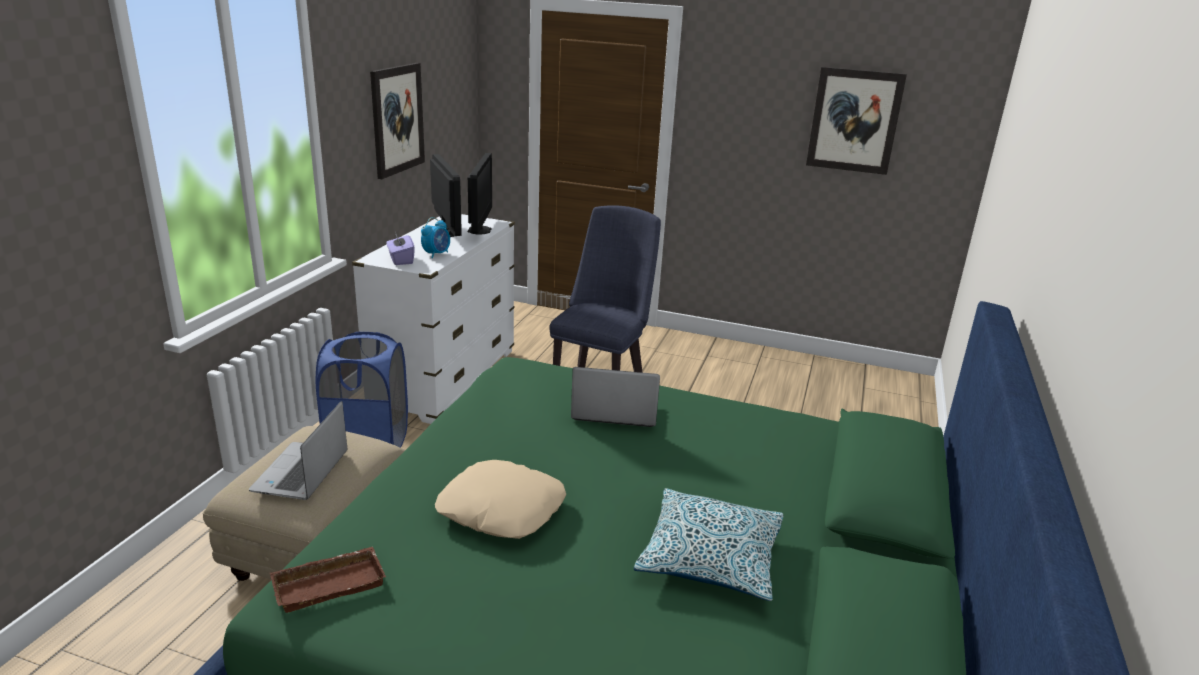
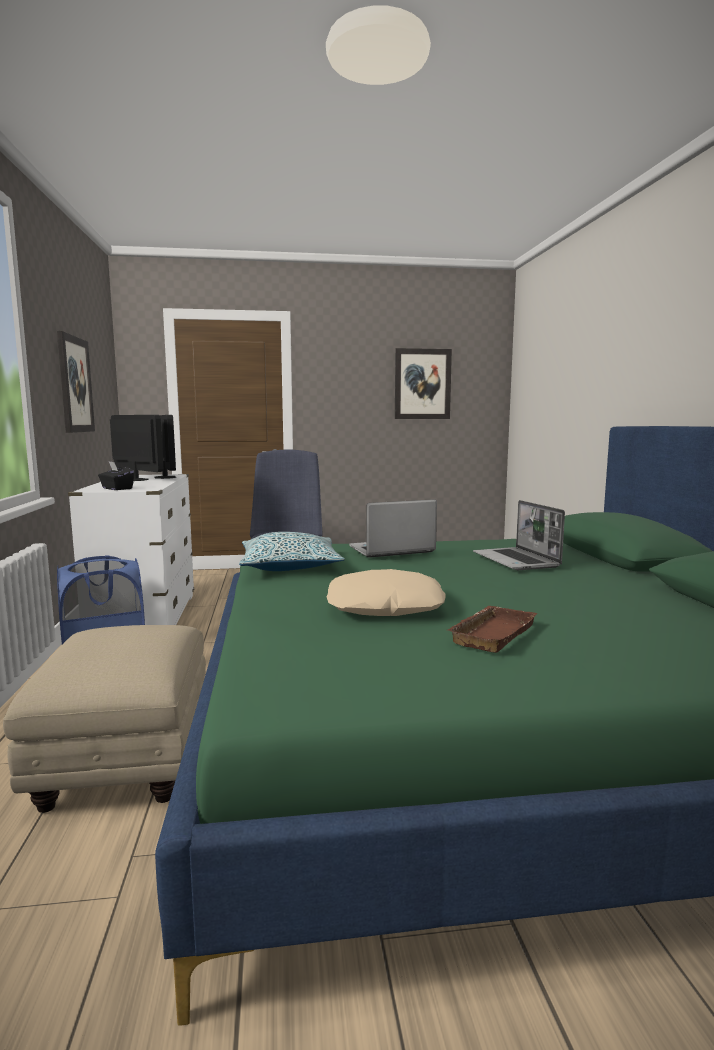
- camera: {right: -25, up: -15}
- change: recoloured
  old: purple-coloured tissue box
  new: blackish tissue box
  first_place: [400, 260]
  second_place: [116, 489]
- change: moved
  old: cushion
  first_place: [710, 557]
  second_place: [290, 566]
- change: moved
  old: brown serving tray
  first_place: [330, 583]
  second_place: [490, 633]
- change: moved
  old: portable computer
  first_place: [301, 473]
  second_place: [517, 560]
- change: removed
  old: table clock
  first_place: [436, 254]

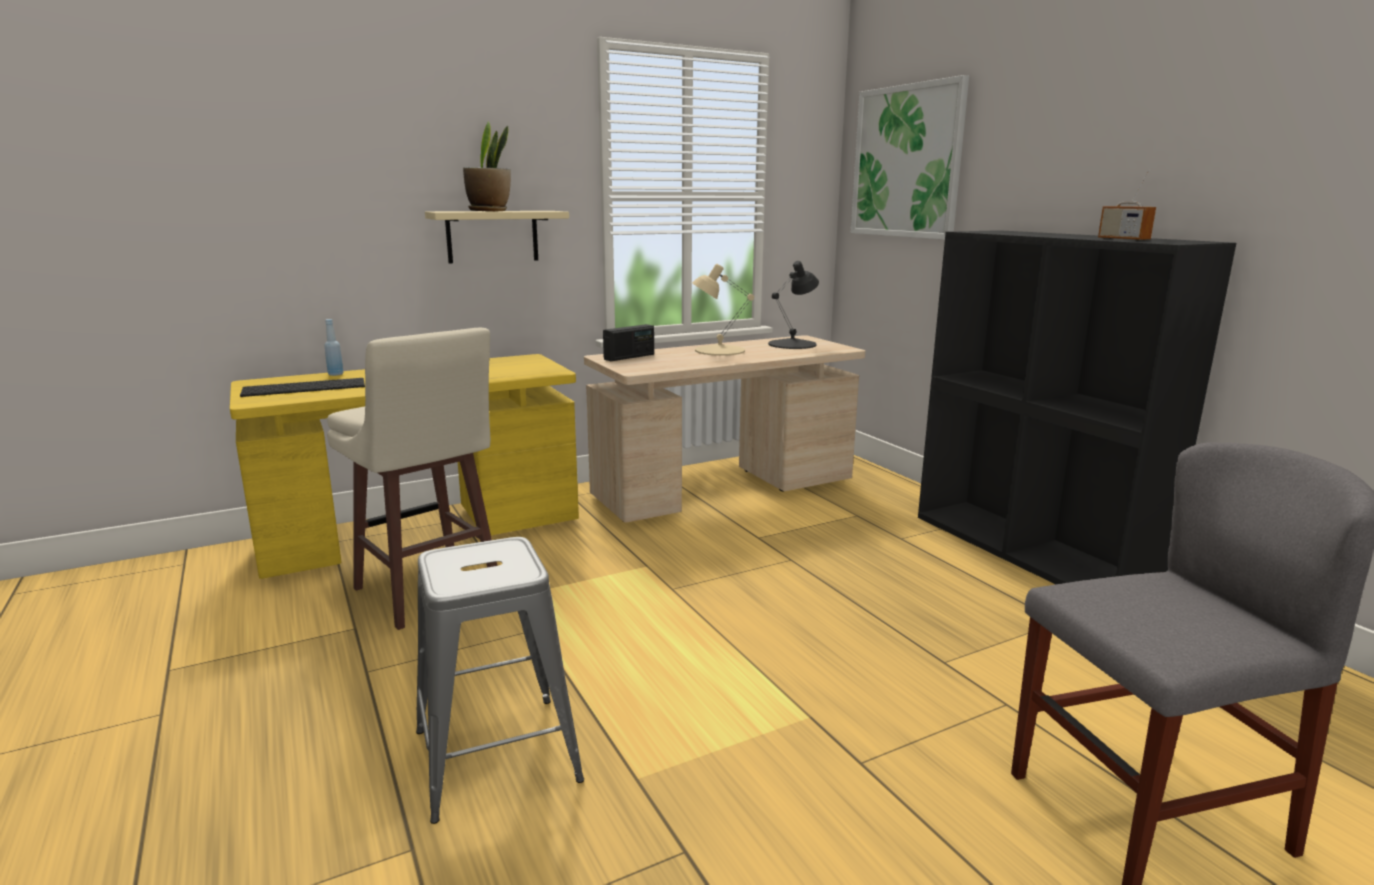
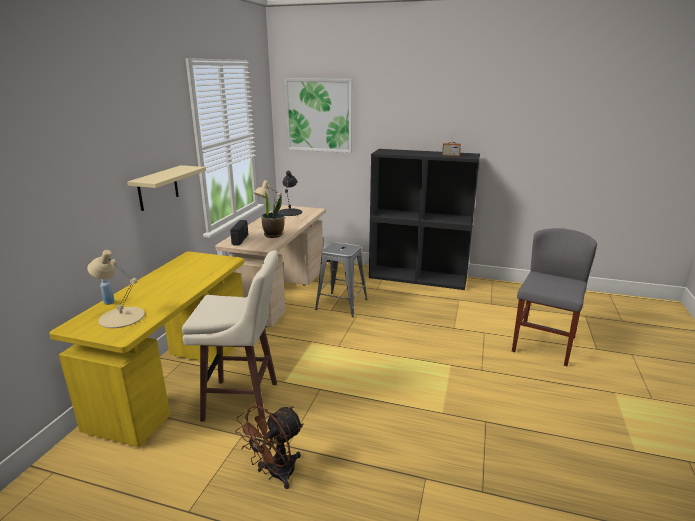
- camera: {right: -45, up: 5}
- change: replaced
  old: keyboard
  new: beige table lamp
  first_place: [306, 387]
  second_place: [121, 317]
- change: added
  new: brown electric fan
  second_place: [275, 474]
- change: moved
  old: potted plant
  first_place: [489, 211]
  second_place: [273, 235]
- change: moved
  old: gray stool
  first_place: [497, 754]
  second_place: [341, 304]

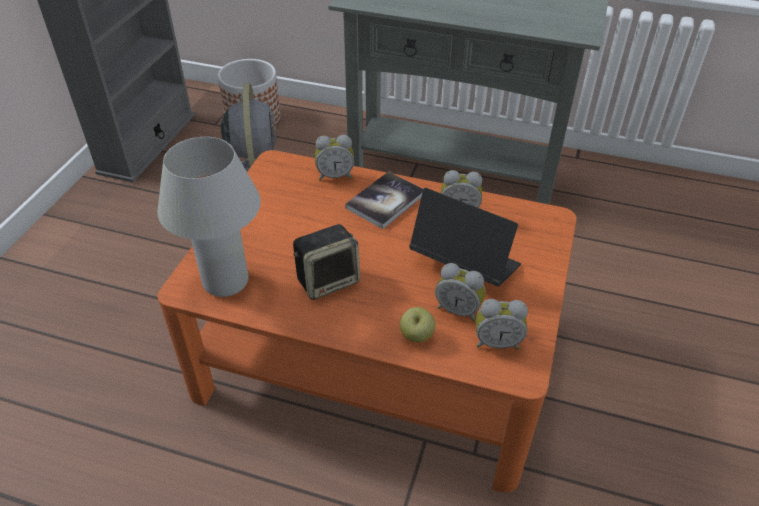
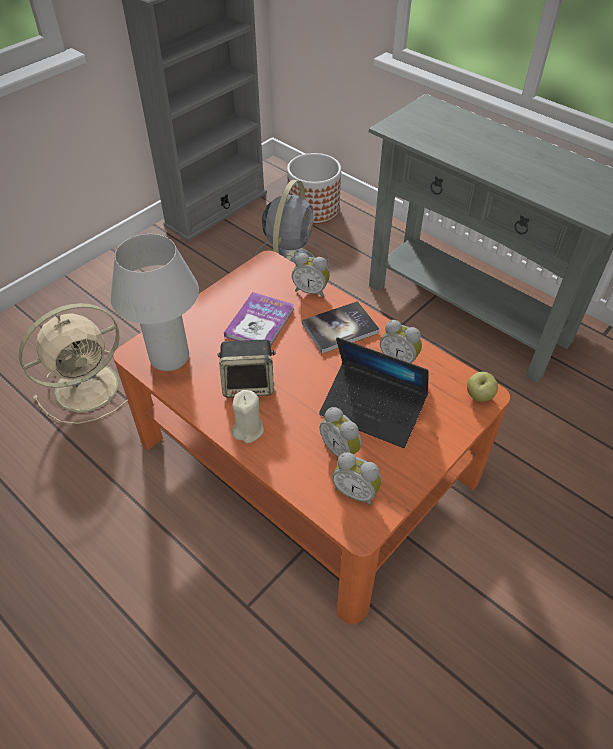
- camera: {right: 25, up: 5}
- change: added
  new: beige electric fan
  second_place: [89, 386]
- change: added
  new: bound book
  second_place: [260, 322]
- change: added
  new: beige wax candle
  second_place: [248, 429]
- change: turned
  old: portable computer
  first_place: [464, 264]
  second_place: [372, 410]
  degrees: 150
- change: moved
  old: apple fruit
  first_place: [416, 336]
  second_place: [479, 396]

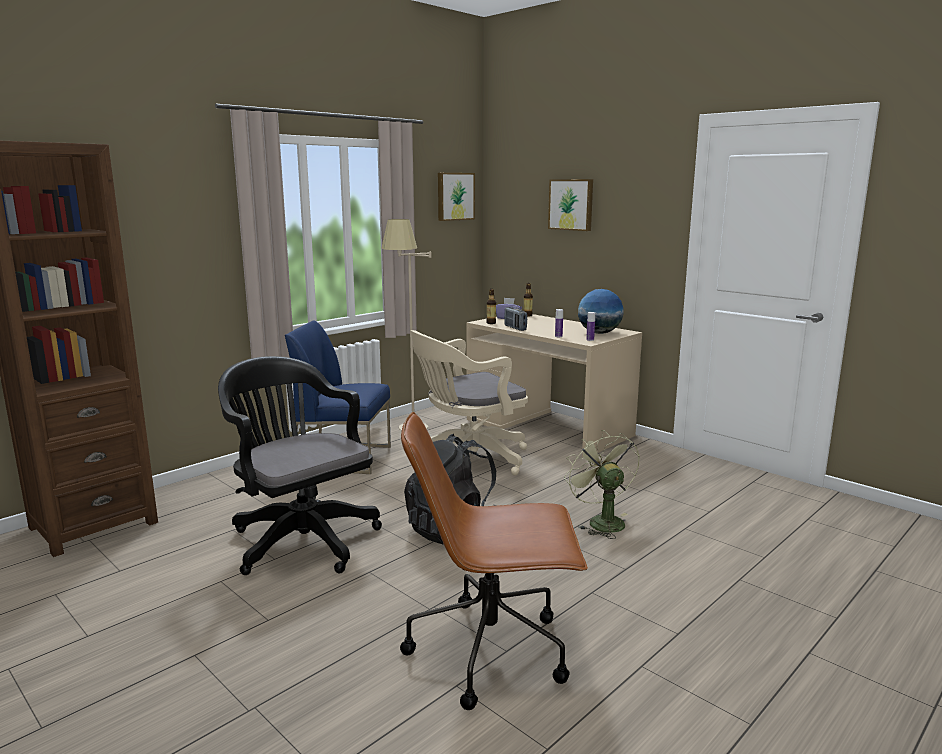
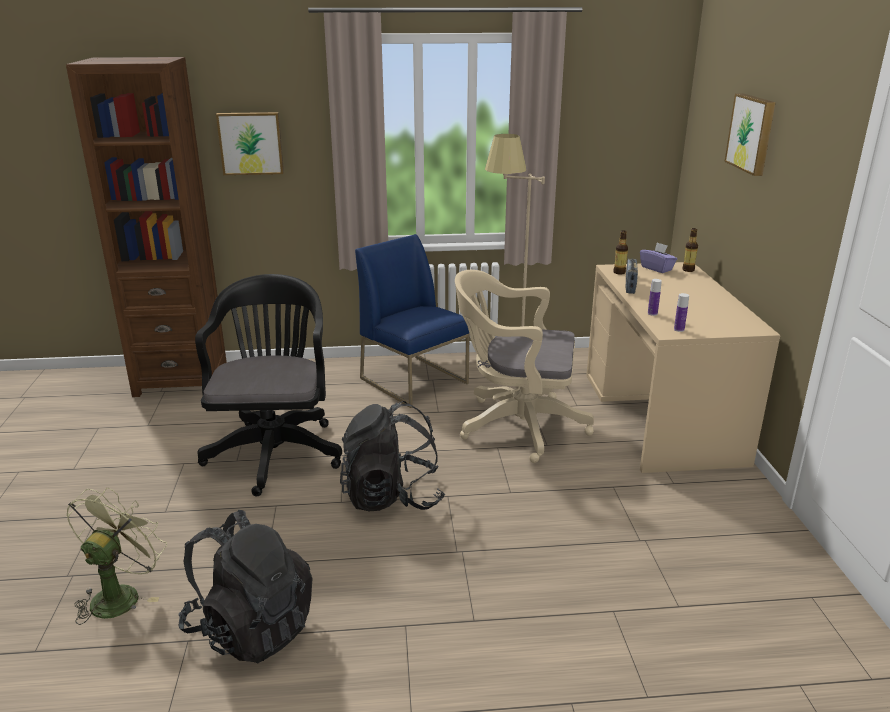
- camera: {right: 40, up: 10}
- change: moved
  old: green electric fan
  first_place: [601, 521]
  second_place: [120, 594]
- change: replaced
  old: brown desk chair
  new: blackish rucksack
  first_place: [492, 650]
  second_place: [251, 628]
- change: moved
  old: picture
  first_place: [454, 196]
  second_place: [251, 143]
- change: removed
  old: desk globe
  first_place: [599, 333]

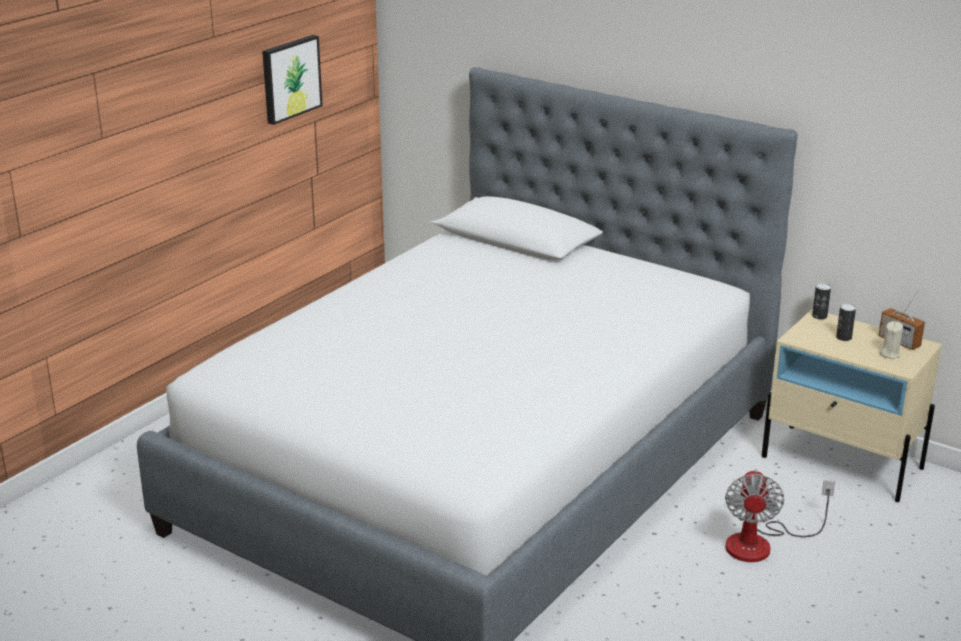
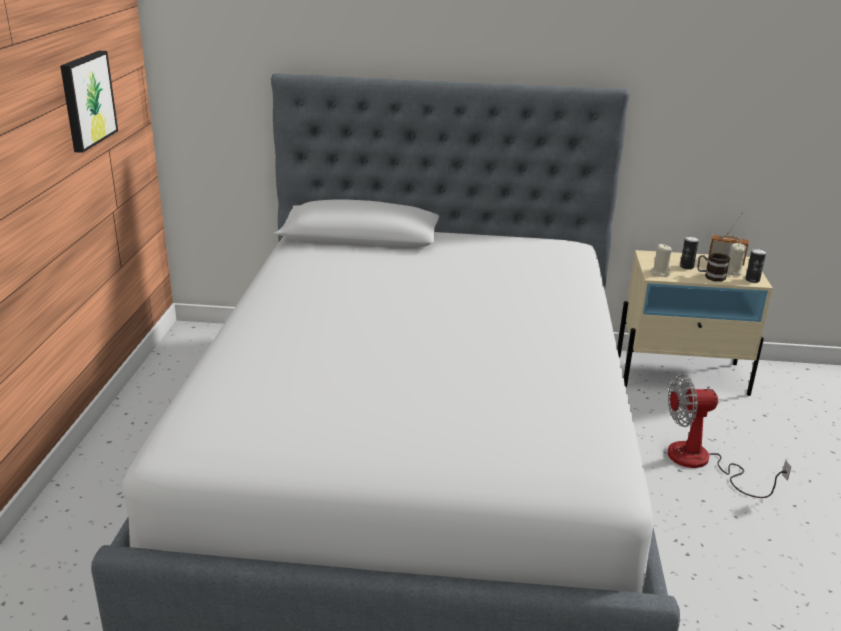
- camera: {right: -30, up: 0}
- change: added
  new: beige wax candle
  second_place: [659, 273]
- change: turned
  old: electric fan
  first_place: [761, 543]
  second_place: [702, 463]
  degrees: 105
- change: added
  new: mug
  second_place: [710, 276]
- change: moved
  old: can
  first_place: [819, 316]
  second_place: [752, 280]

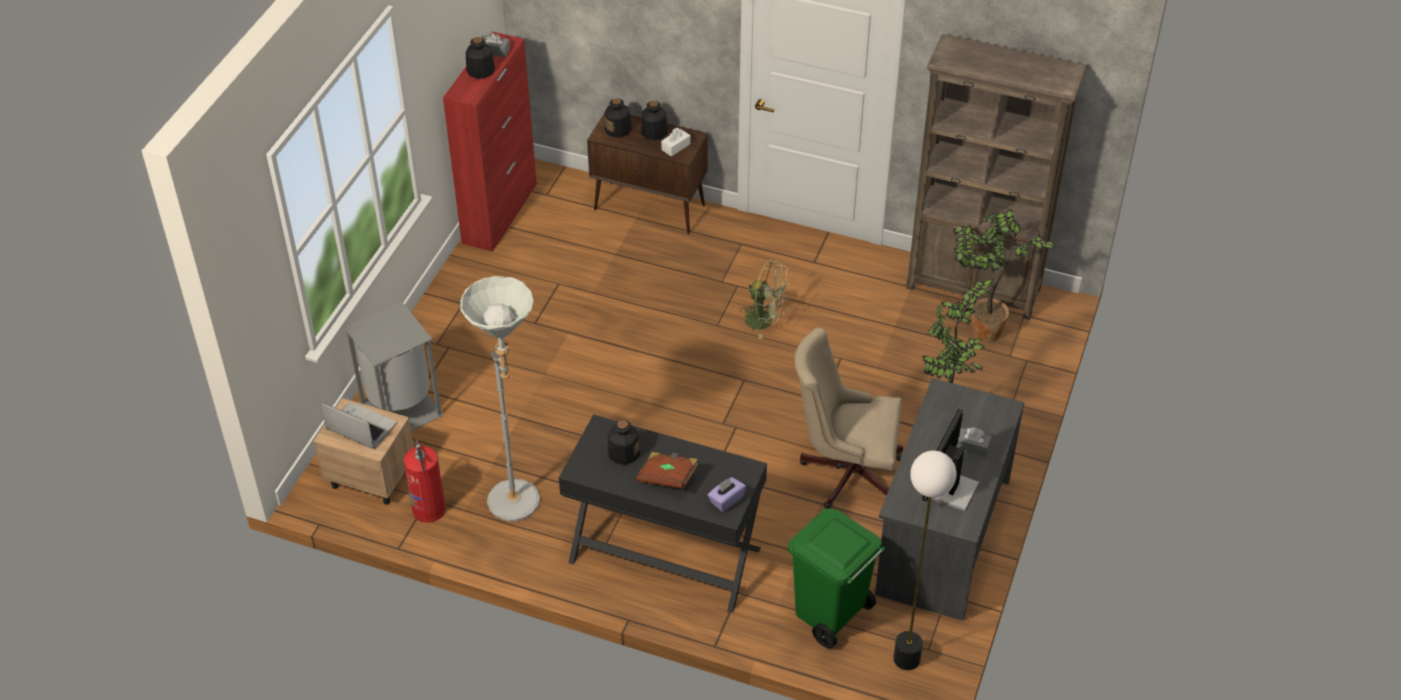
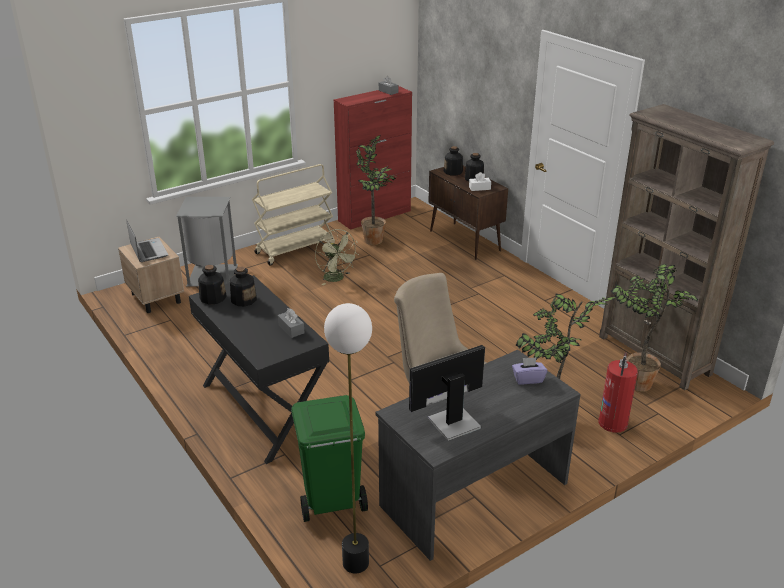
- camera: {right: 35, up: -15}
- change: moved
  old: drink bottle
  first_place: [480, 71]
  second_place: [212, 298]
- change: added
  new: beige trolley
  second_place: [295, 249]
- change: moved
  old: gray tissue box
  first_place: [972, 447]
  second_place: [291, 329]
- change: moved
  old: green electric fan
  first_place: [765, 321]
  second_place: [337, 279]
- change: added
  new: potted plant
  second_place: [374, 242]
- change: moved
  old: purple-coloured tissue box
  first_place: [726, 500]
  second_place: [528, 379]
- change: moved
  old: fire-fighting cylinder
  first_place: [429, 508]
  second_place: [613, 422]
- change: removed
  old: gray standing lamp
  first_place: [518, 509]
- change: removed
  old: brown bound book
  first_place: [668, 477]

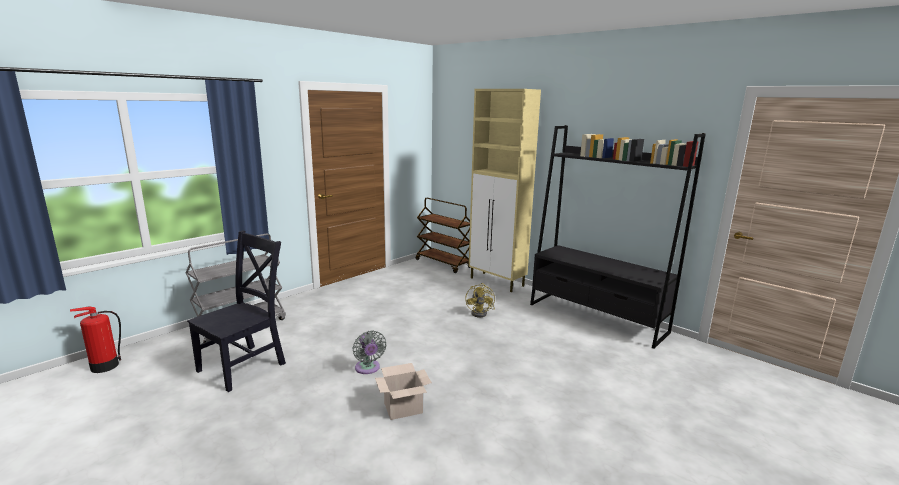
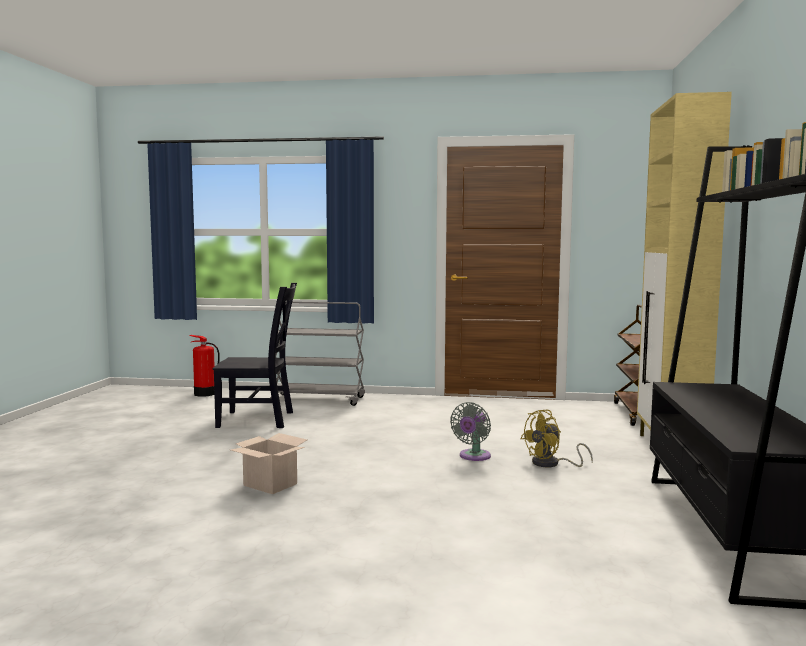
- camera: {right: 55, up: -10}
- change: moved
  old: gray electric fan
  first_place: [368, 369]
  second_place: [473, 457]

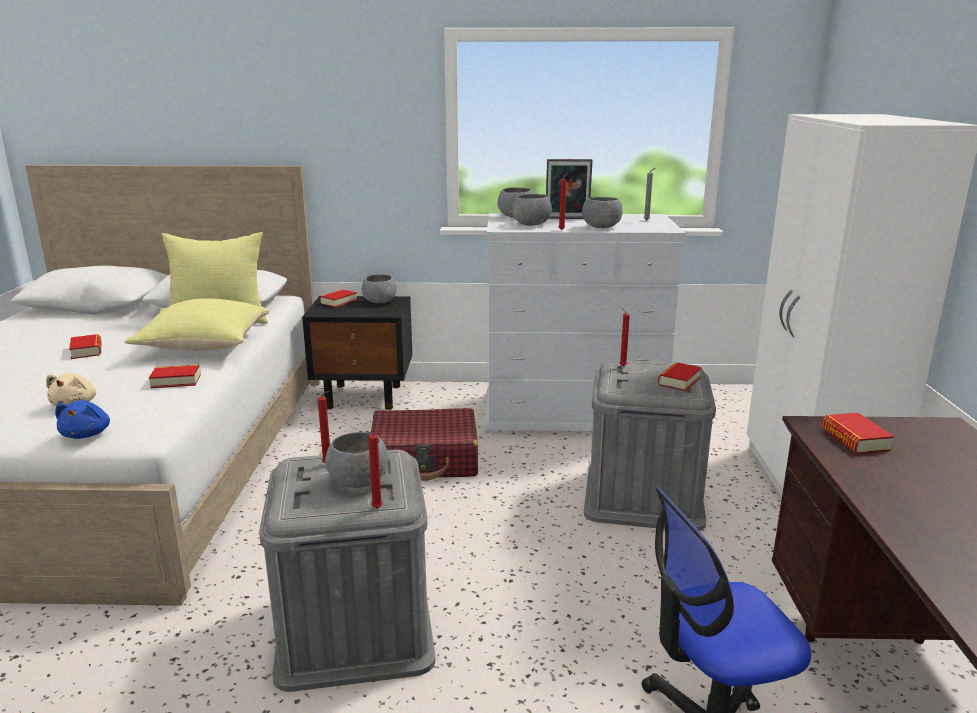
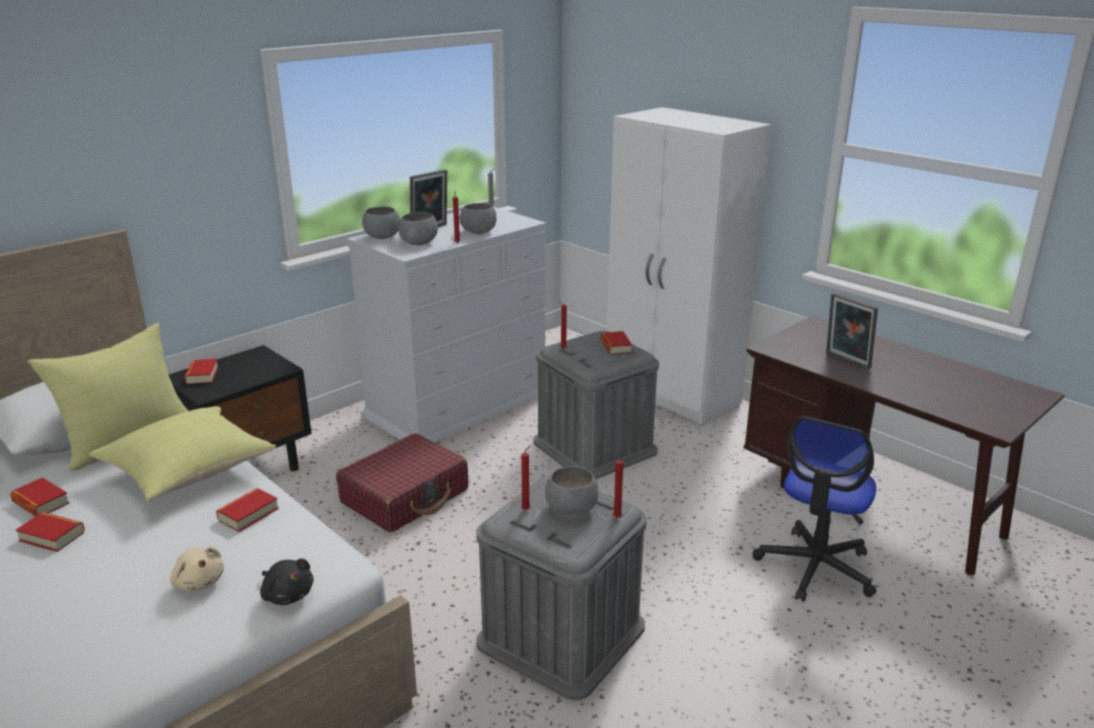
- camera: {right: -45, up: 5}
- change: moved
  old: bound book
  first_place: [855, 439]
  second_place: [41, 503]
- change: recoloured
  old: bluish cuddly toy
  new: blackish cuddly toy
  first_place: [87, 434]
  second_place: [287, 595]
- change: added
  new: picture frame
  second_place: [846, 361]
- change: removed
  old: gray bowl
  first_place: [379, 302]

